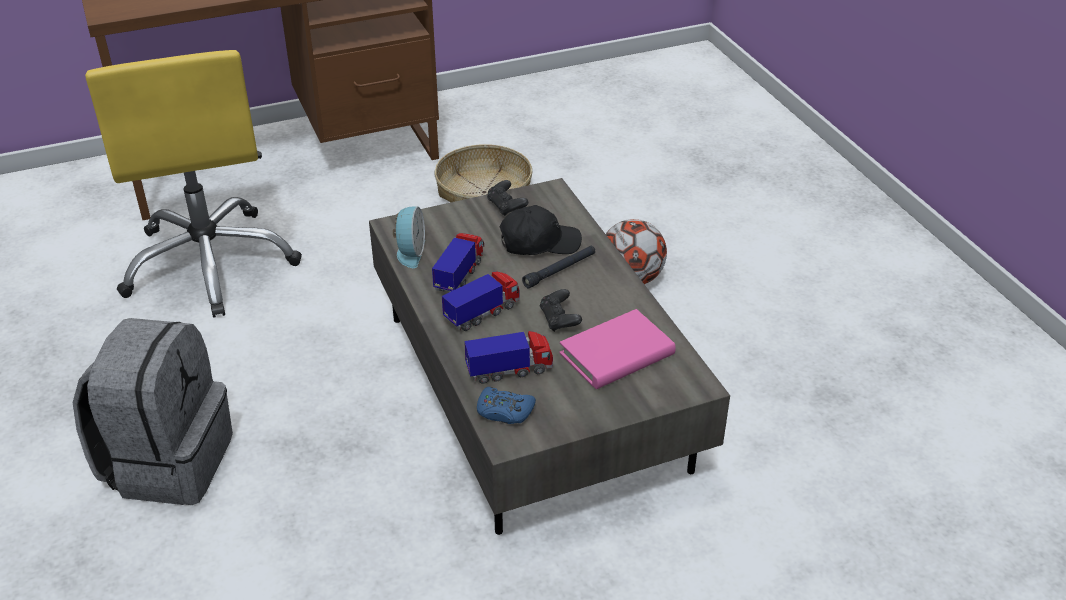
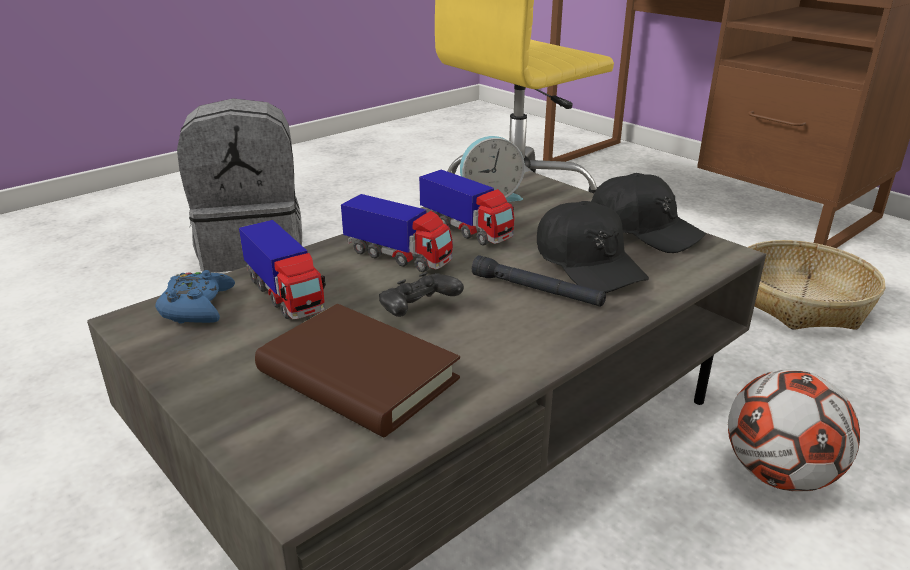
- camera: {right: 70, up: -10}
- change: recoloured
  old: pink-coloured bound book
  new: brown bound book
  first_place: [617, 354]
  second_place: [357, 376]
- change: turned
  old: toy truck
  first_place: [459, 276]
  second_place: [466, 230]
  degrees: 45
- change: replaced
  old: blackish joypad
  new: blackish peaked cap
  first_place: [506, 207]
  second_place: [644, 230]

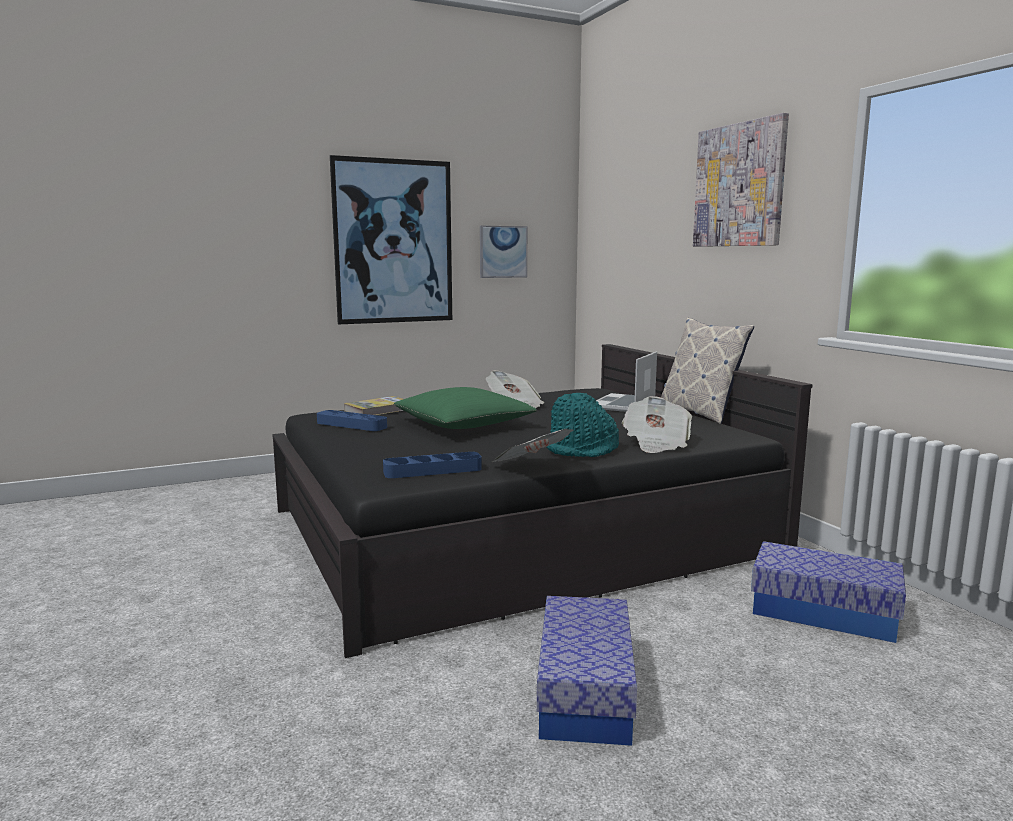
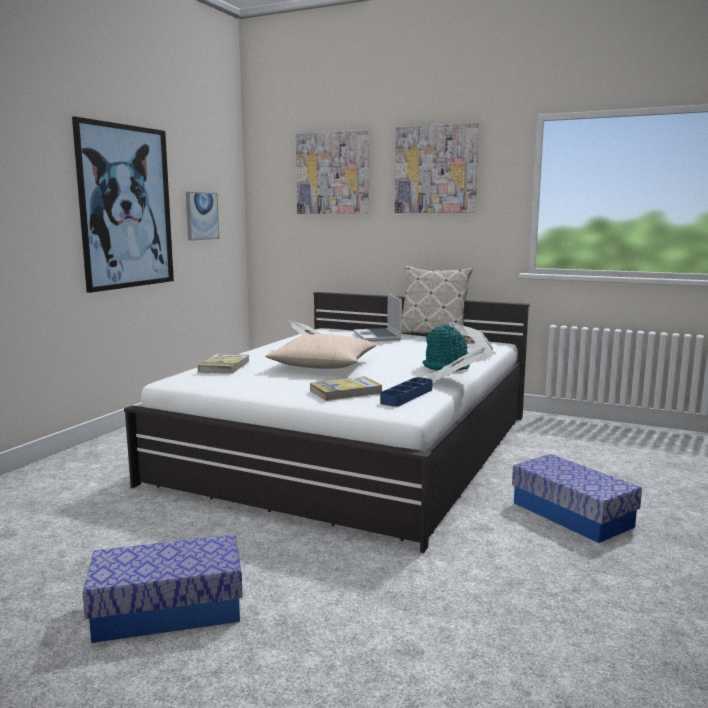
- camera: {right: -40, up: 0}
- change: moved
  old: storage container
  first_place: [823, 612]
  second_place: [168, 610]
- change: recoloured
  old: blackish sleeping bed
  new: white sleeping bed
  first_place: [518, 531]
  second_place: [356, 447]
- change: recoloured
  old: green cushion
  new: beige cushion
  first_place: [464, 425]
  second_place: [324, 365]
- change: added
  new: picture
  second_place: [332, 173]
- change: added
  new: bound book
  second_place: [346, 392]
- change: removed
  old: bluish serving tray
  first_place: [351, 425]

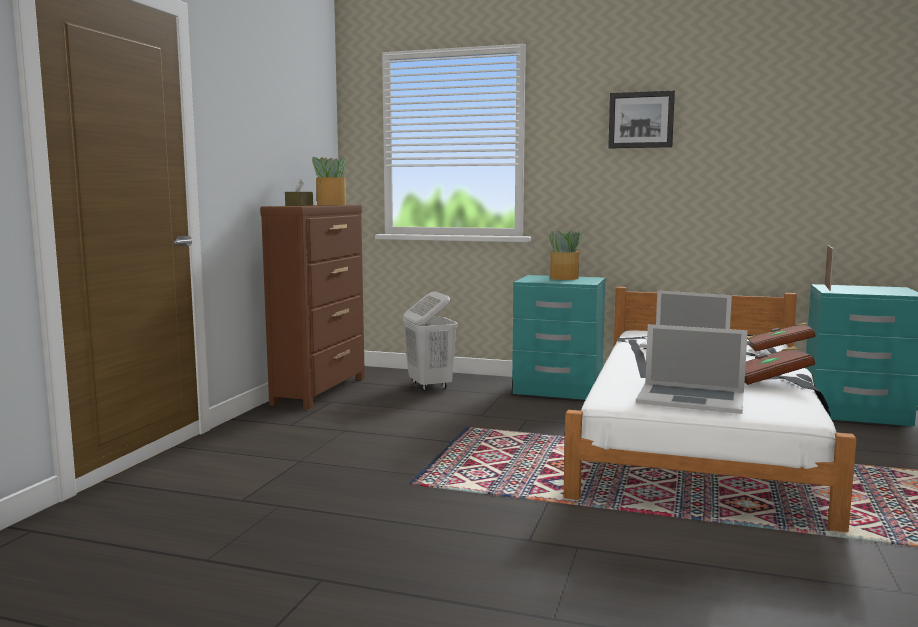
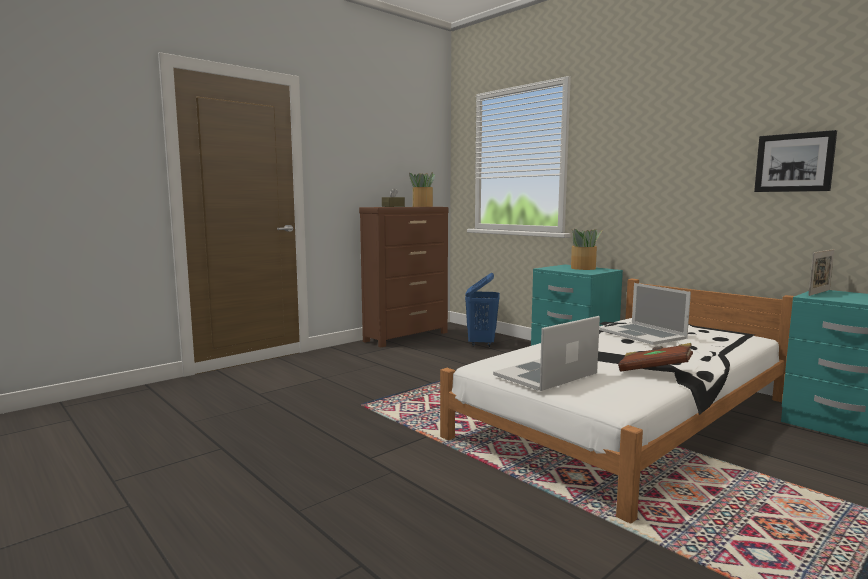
- camera: {right: 30, up: 0}
- change: recoloured
  old: white washing basket
  new: bluish washing basket
  first_place: [429, 386]
  second_place: [481, 344]
- change: turned
  old: portable computer
  first_place: [690, 399]
  second_place: [546, 374]
  degrees: 90
- change: moved
  old: picture
  first_place: [641, 120]
  second_place: [794, 162]
- change: removed
  old: brown bound book
  first_place: [779, 350]

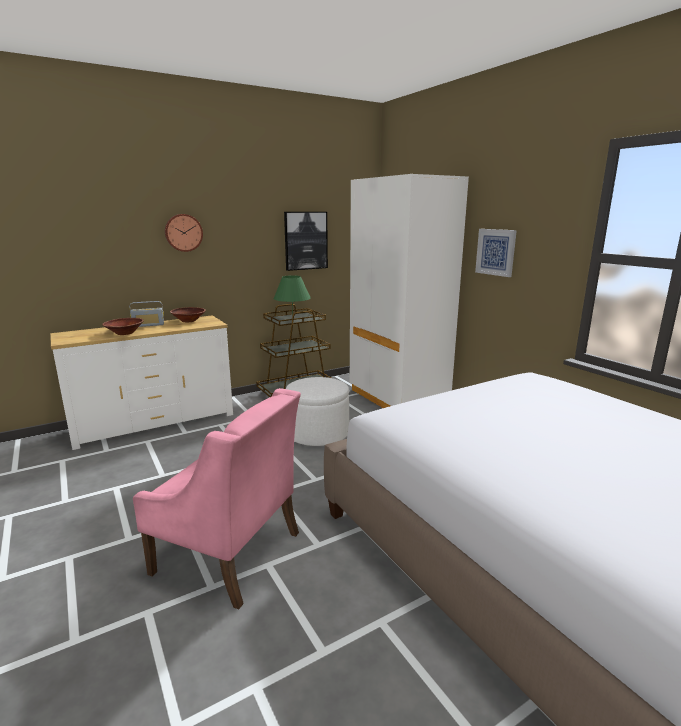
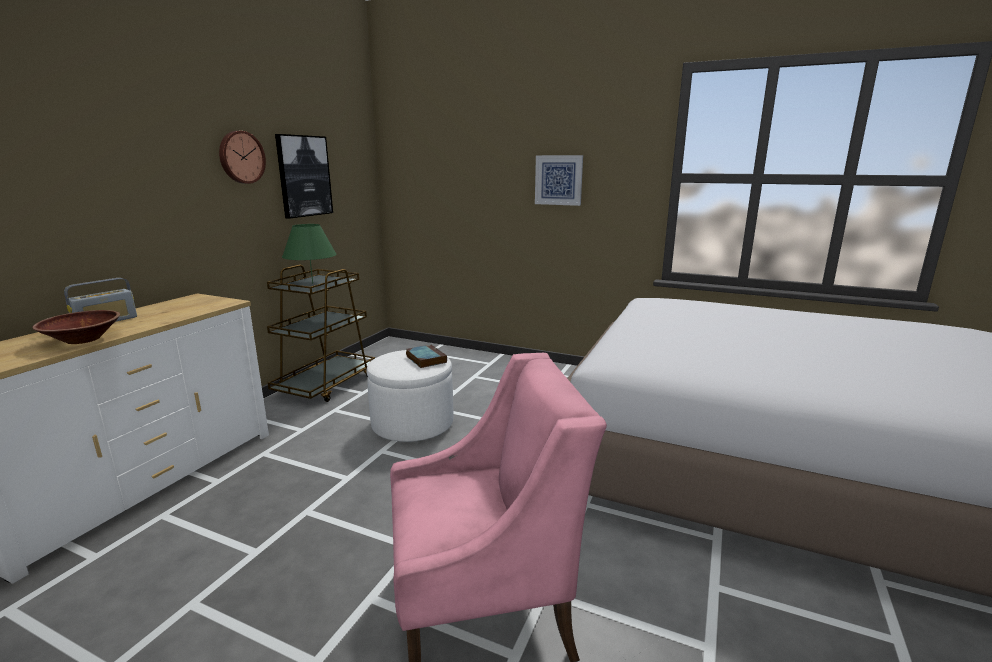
- camera: {right: -35, up: 0}
- change: moved
  old: hanging clock
  first_place: [183, 232]
  second_place: [241, 157]
- change: added
  new: bound book
  second_place: [425, 359]
- change: removed
  old: brown bowl
  first_place: [188, 321]
- change: removed
  old: white armoire
  first_place: [397, 397]

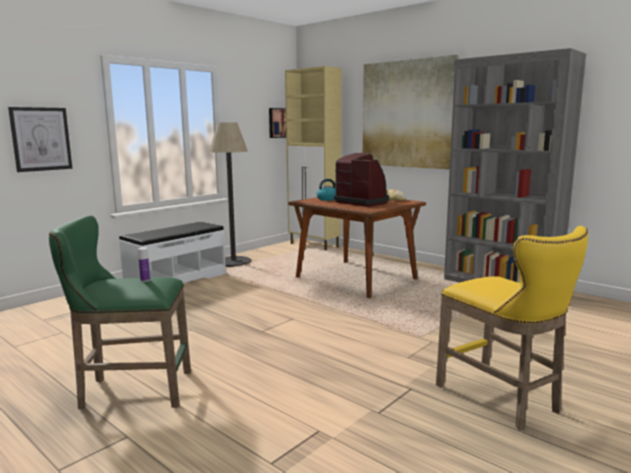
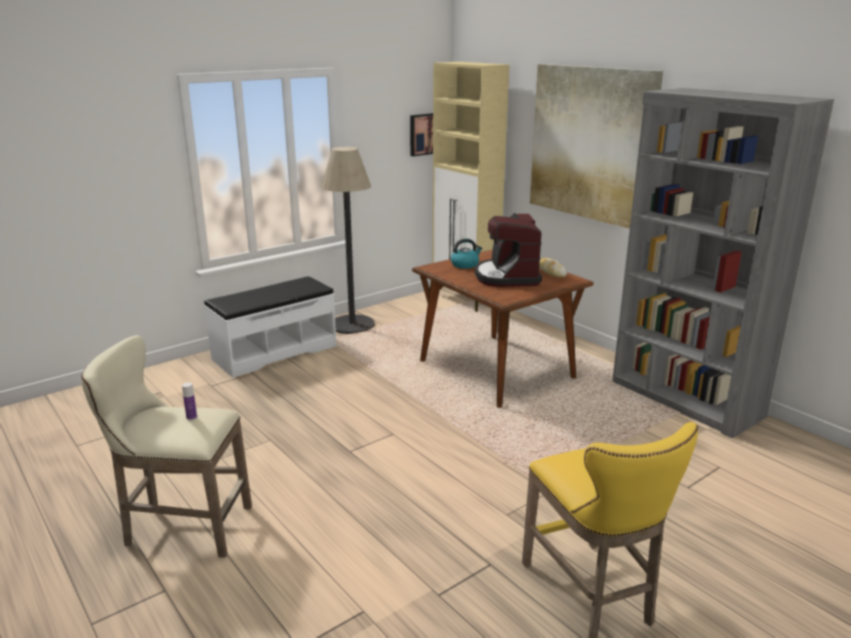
- camera: {right: 10, up: 10}
- change: recoloured
  old: green stool
  new: beige stool
  first_place: [130, 391]
  second_place: [182, 527]
- change: turned
  old: coffee machine
  first_place: [363, 202]
  second_place: [507, 277]
  degrees: -150
- change: removed
  old: picture
  first_place: [41, 139]

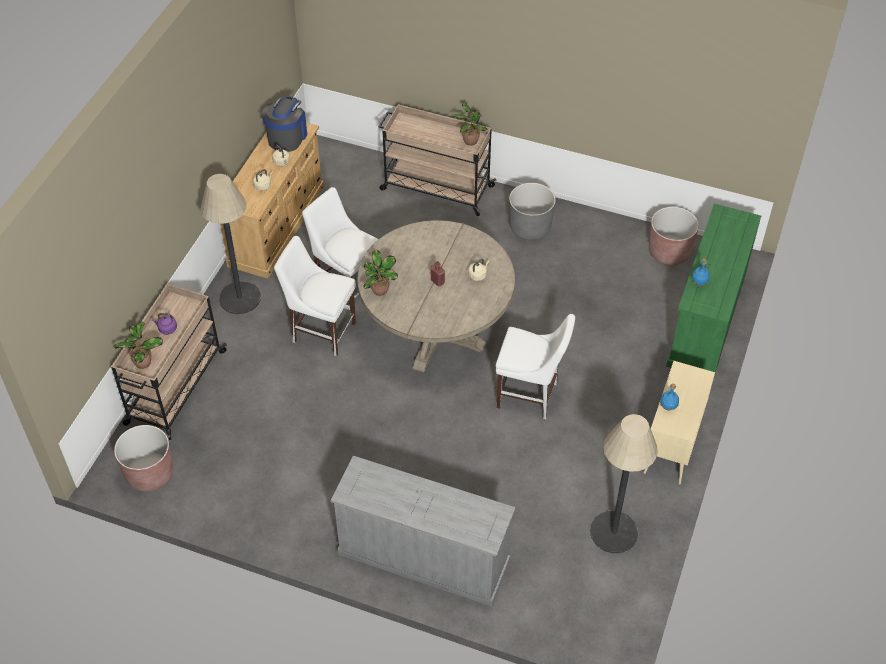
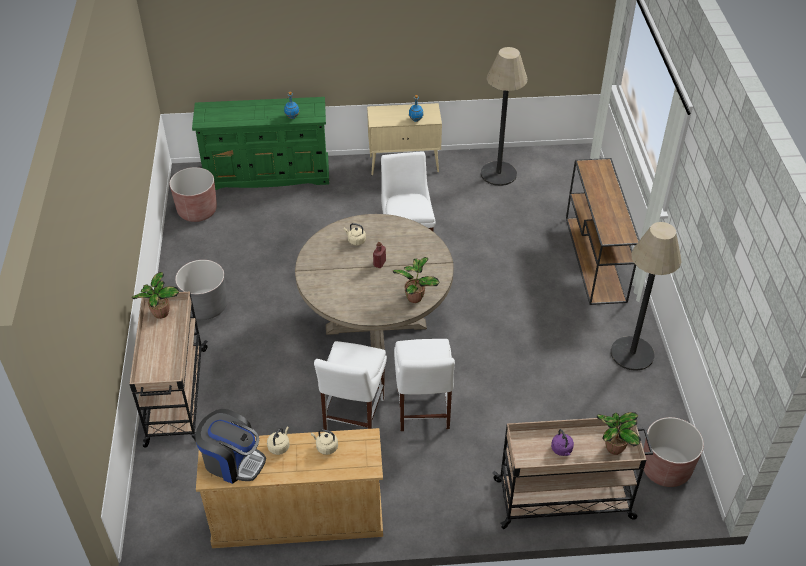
- camera: {right: -115, up: -5}
- change: turned
  old: coffee machine
  first_place: [287, 137]
  second_place: [233, 461]
  degrees: -150
- change: replaced
  old: gray drawer chest
  new: brown console table
  first_place: [422, 557]
  second_place: [595, 260]
- change: moved
  old: standing lamp
  first_place: [240, 298]
  second_place: [632, 353]

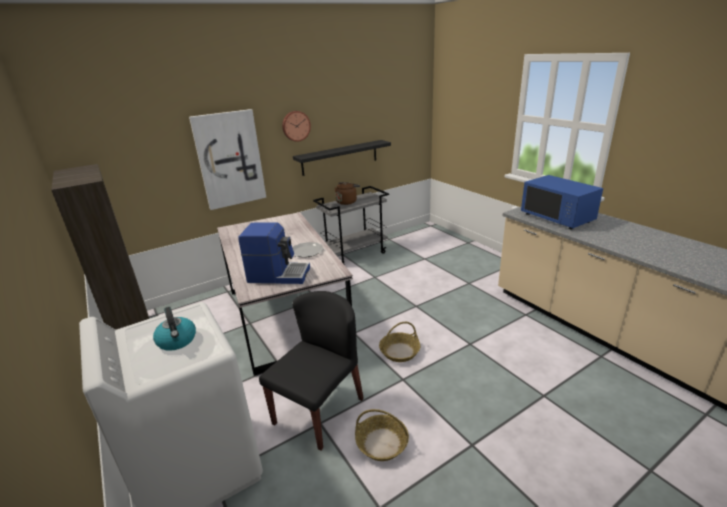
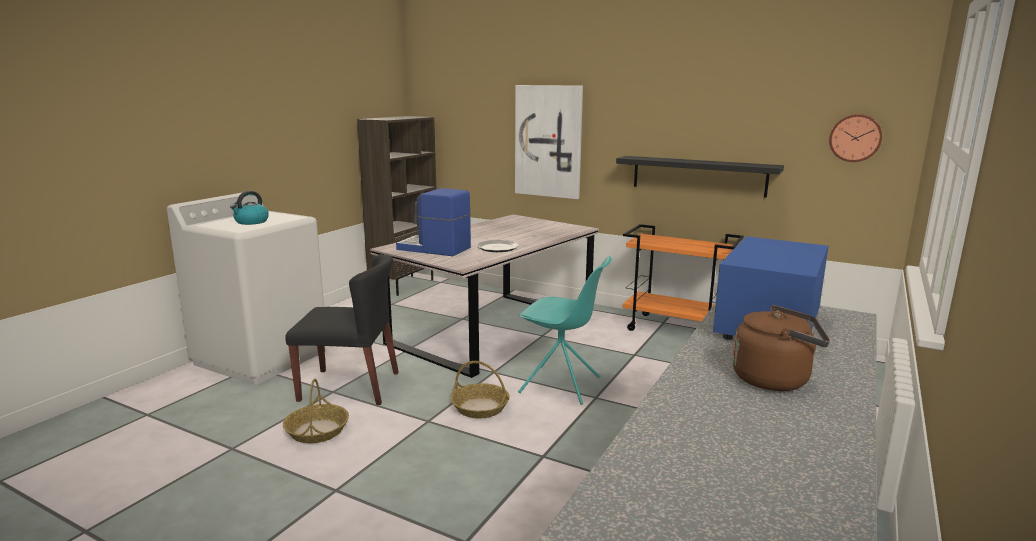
- camera: {right: 60, up: -10}
- change: turned
  old: coffee machine
  first_place: [278, 274]
  second_place: [434, 249]
  degrees: 135
- change: added
  new: turquoise-coloured upright chair
  second_place: [561, 385]
- change: recoloured
  old: gray trolley
  new: orangey trolley
  first_place: [355, 254]
  second_place: [676, 329]
- change: moved
  old: brown tea kettle
  first_place: [347, 201]
  second_place: [775, 379]
- change: moved
  old: hanging clock
  first_place: [295, 126]
  second_place: [855, 138]

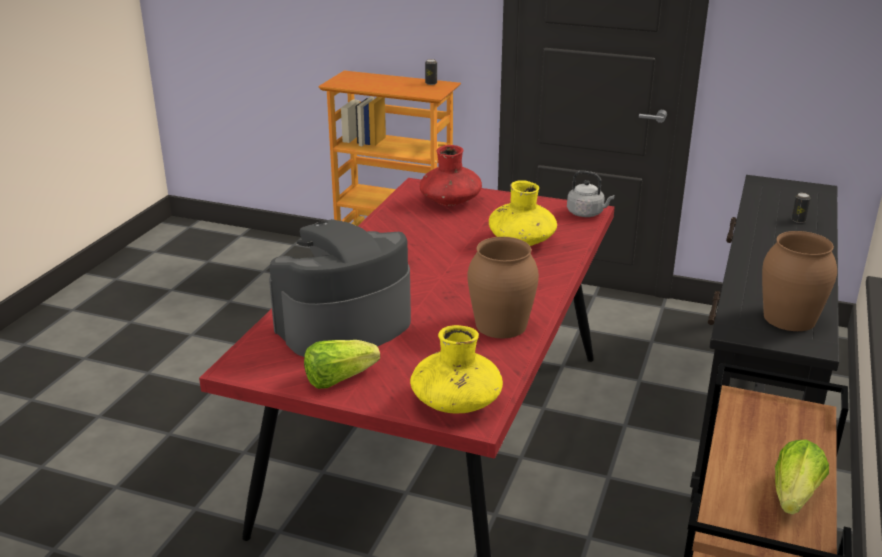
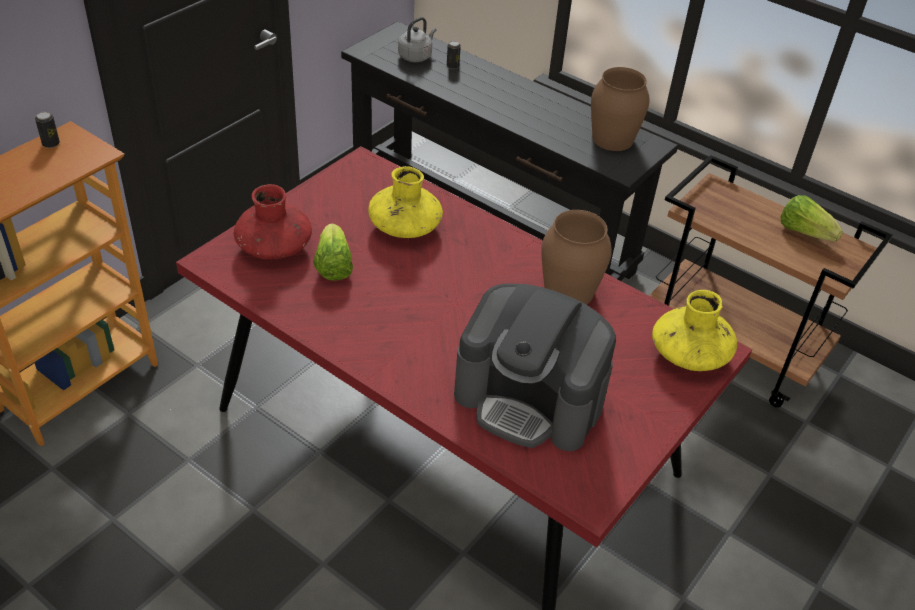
- camera: {right: -75, up: 15}
- change: moved
  old: lettuce head
  first_place: [338, 379]
  second_place: [333, 266]
- change: moved
  old: gray tea kettle
  first_place: [587, 213]
  second_place: [416, 56]
- change: turned
  old: coffee machine
  first_place: [343, 325]
  second_place: [530, 399]
  degrees: -45

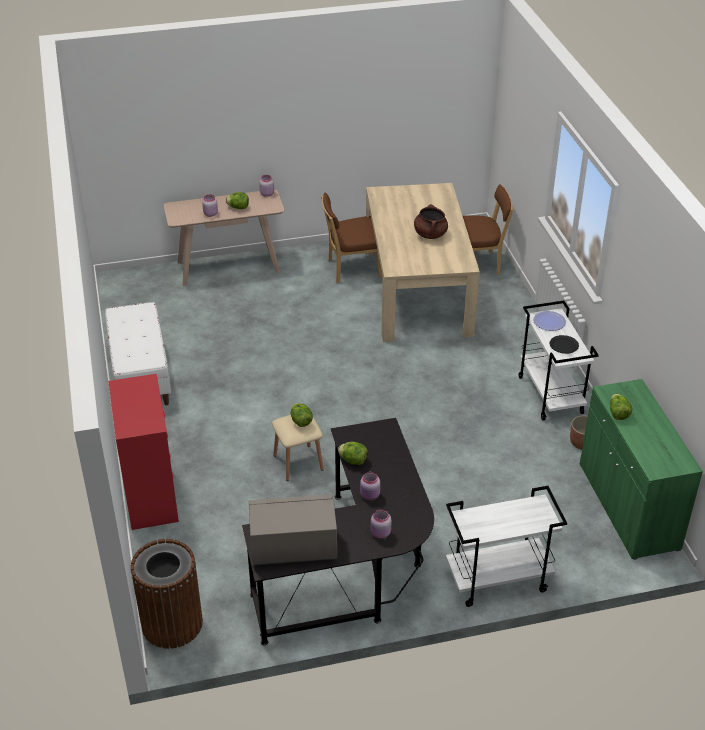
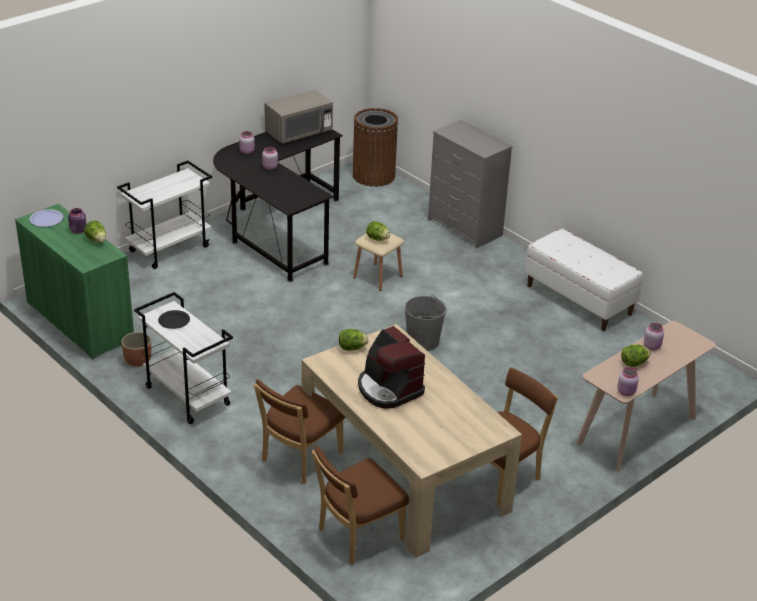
- camera: {right: 150, up: -5}
- change: moved
  old: flat dish
  first_place: [549, 322]
  second_place: [46, 219]
- change: added
  new: purple-coloured storage jar
  second_place: [78, 231]
- change: added
  new: brown upright chair
  second_place: [299, 459]
- change: moved
  old: lettuce head
  first_place: [353, 460]
  second_place: [352, 348]
- change: replaced
  old: brown saucepot
  new: coffee machine
  first_place: [430, 234]
  second_place: [388, 389]
- change: added
  new: gray pail
  second_place: [423, 341]
- change: recoloured
  old: reddish drawer chest
  new: gray drawer chest
  first_place: [150, 495]
  second_place: [465, 228]

